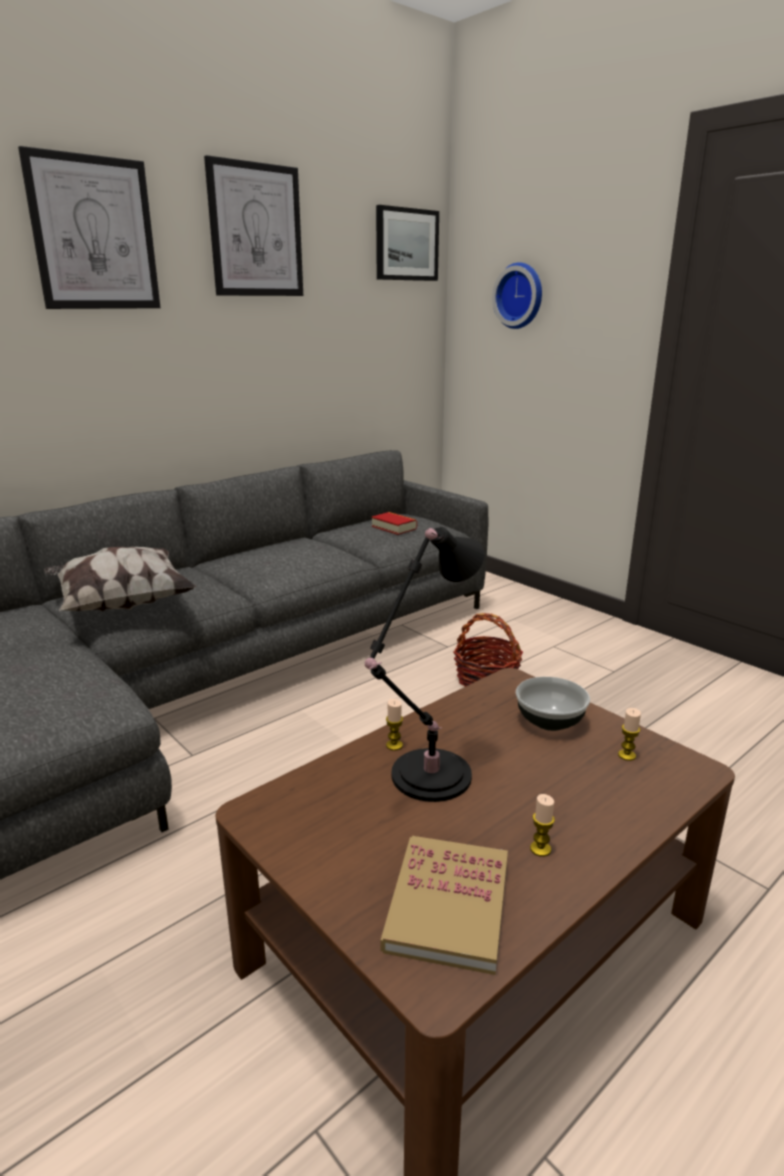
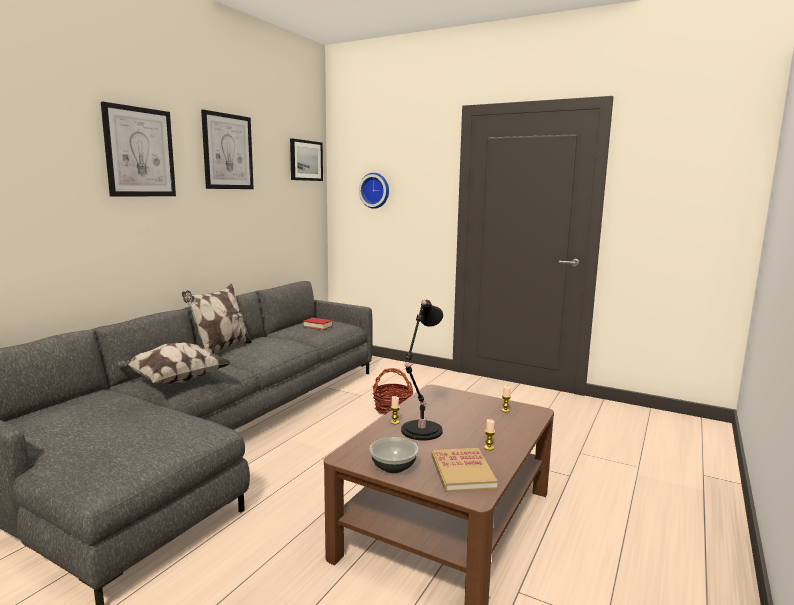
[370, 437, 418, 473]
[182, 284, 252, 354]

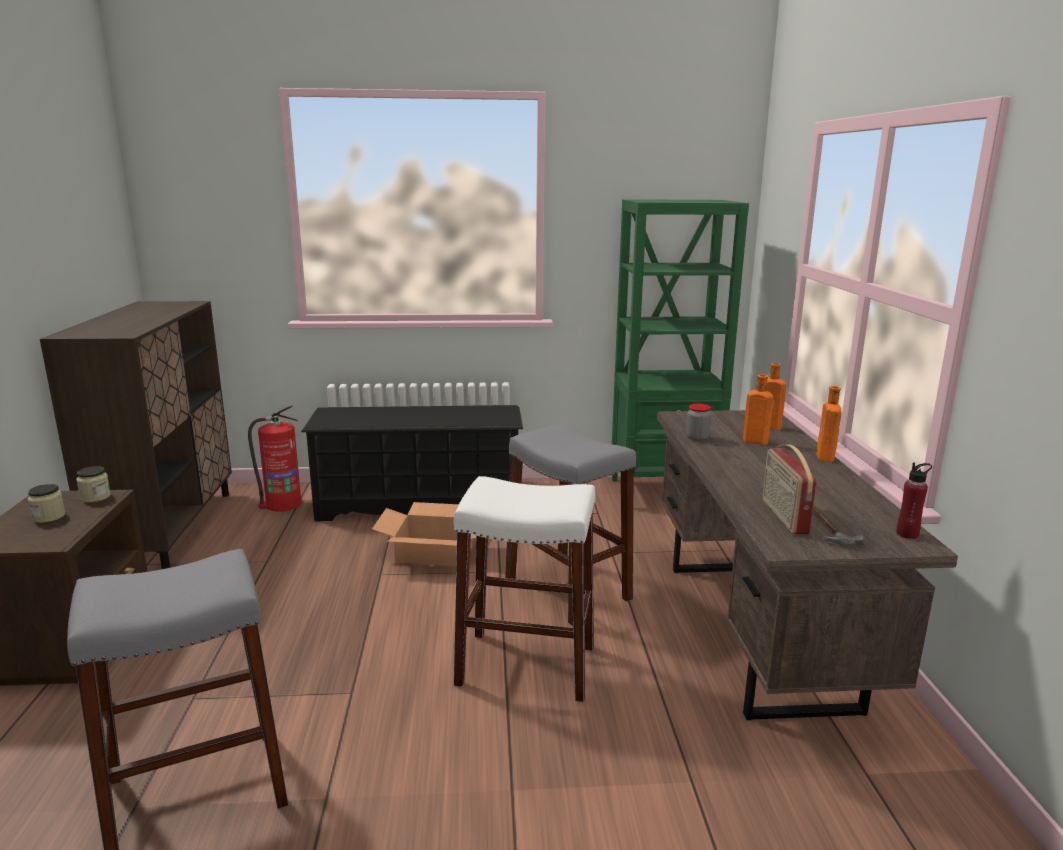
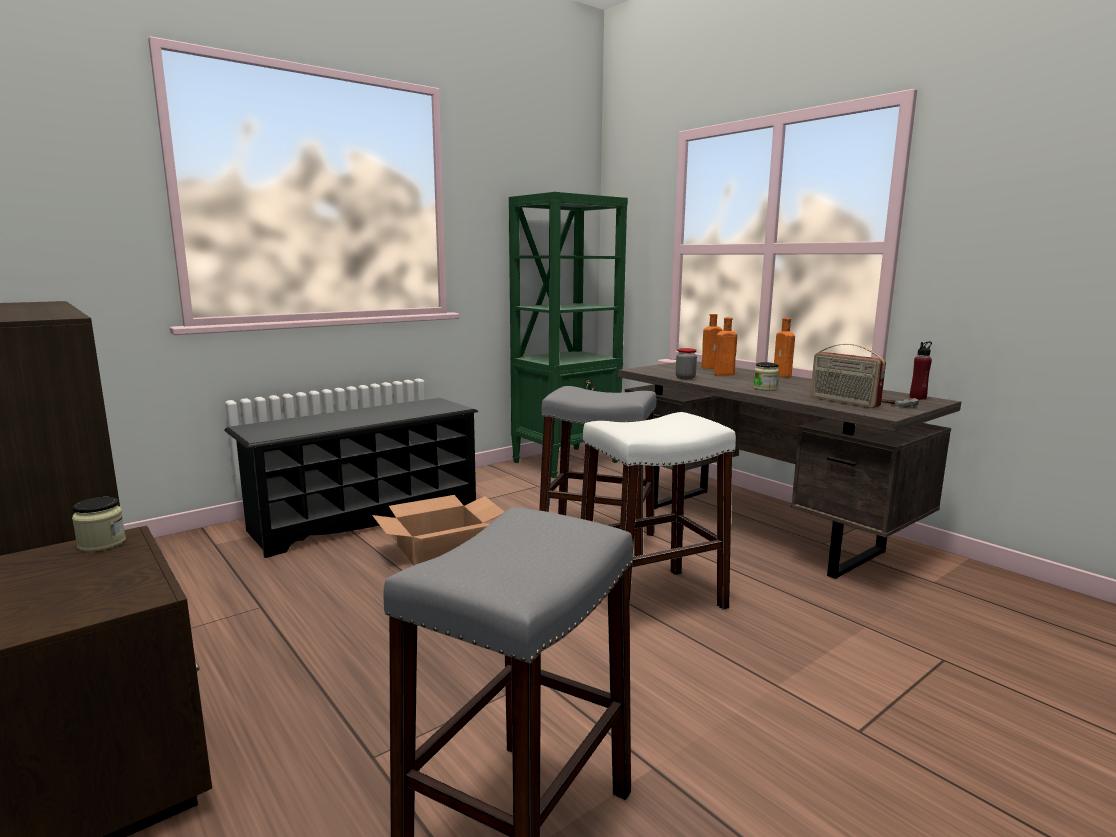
[248, 405, 302, 512] (first image)
[753, 362, 779, 391]

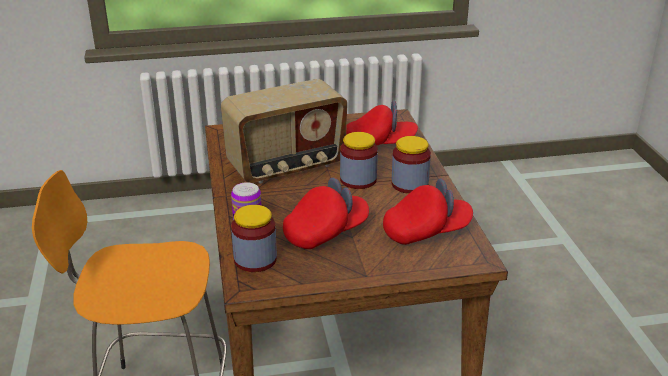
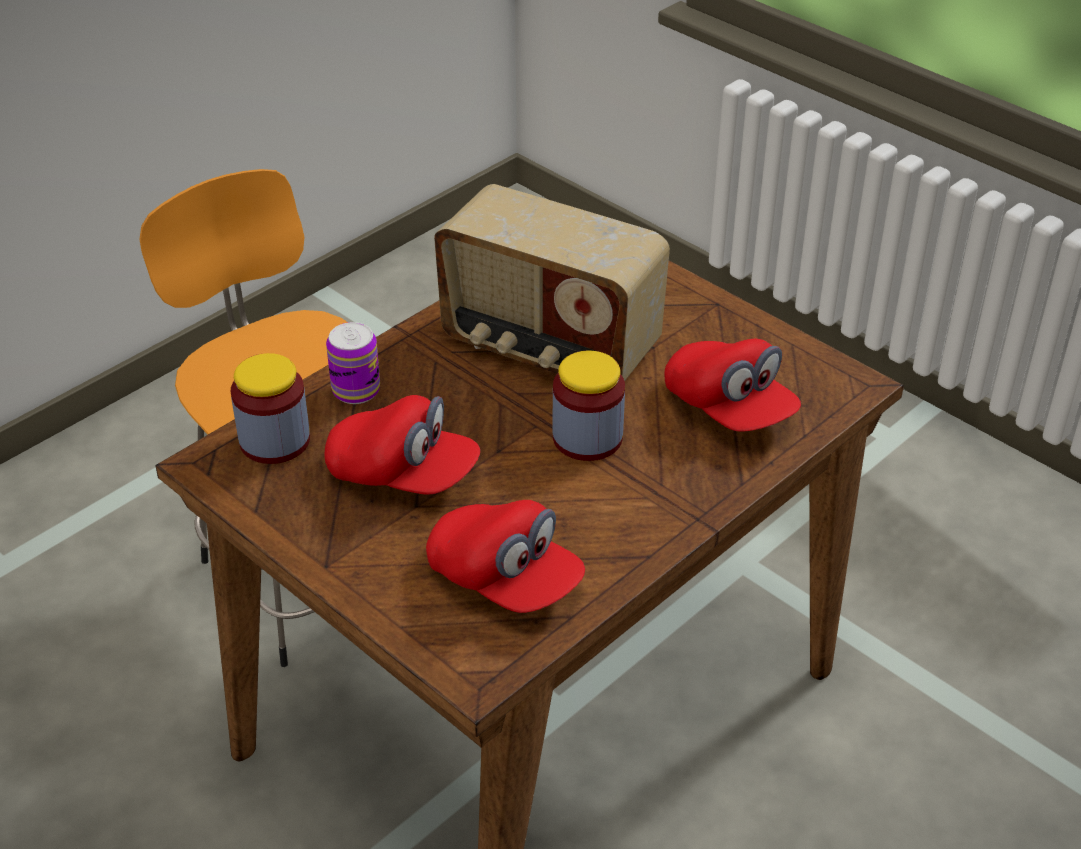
[392, 136, 431, 194] (first image)

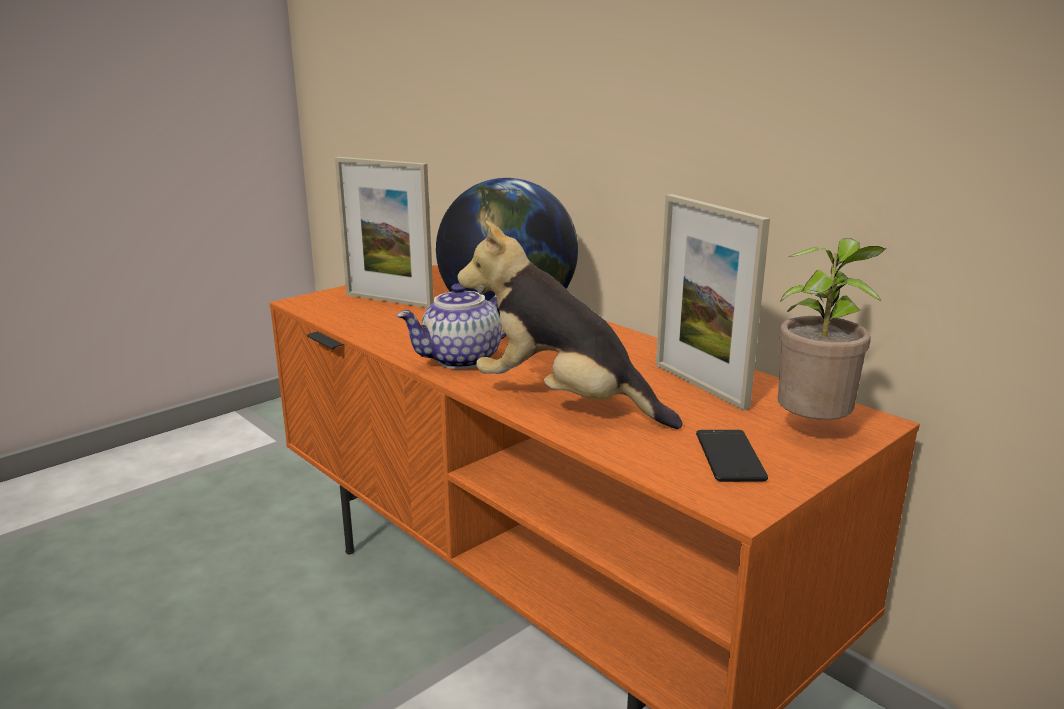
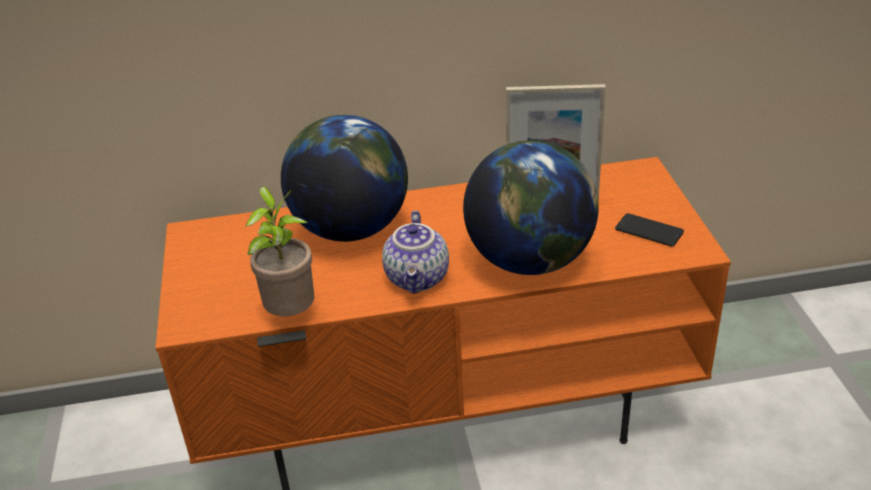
[335, 157, 434, 308] (first image)
[463, 140, 599, 275]
[246, 186, 315, 316]

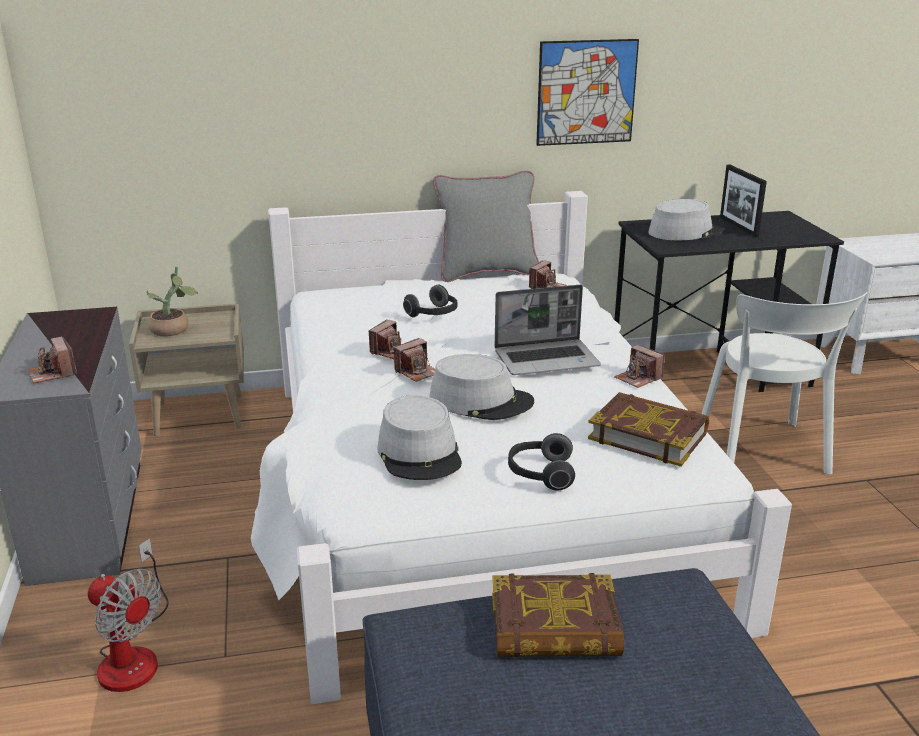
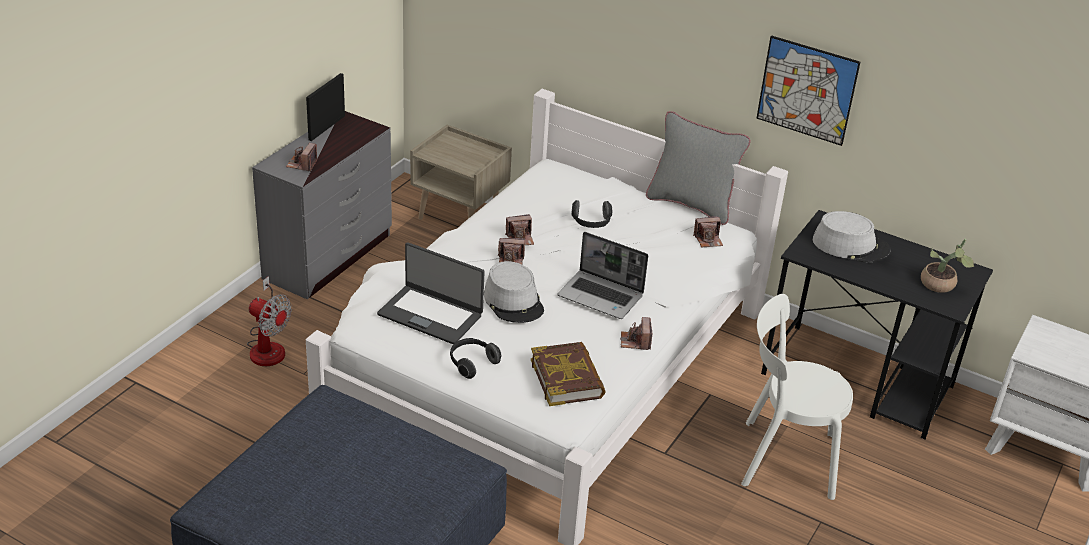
[306, 73, 345, 141]
[921, 239, 975, 293]
[741, 294, 853, 500]
[377, 242, 485, 344]
[247, 276, 292, 366]
[492, 573, 624, 657] (first image)

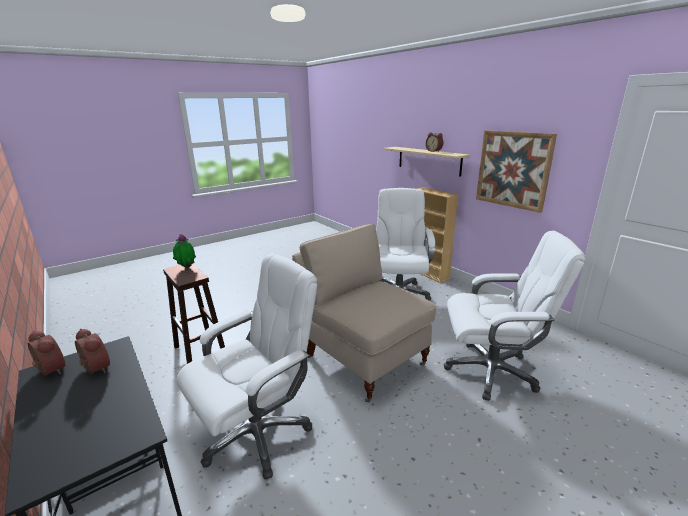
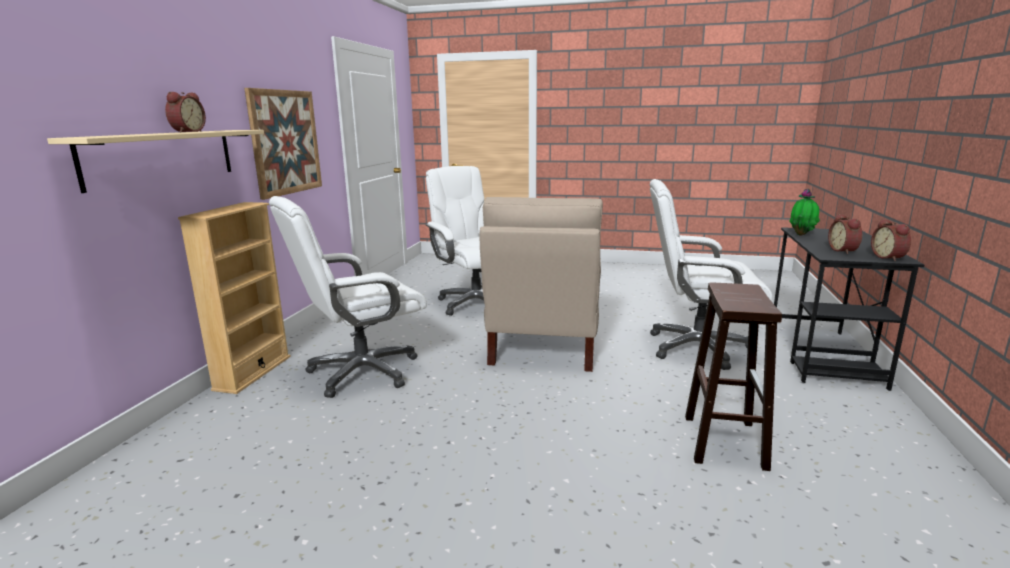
[789, 189, 820, 236]

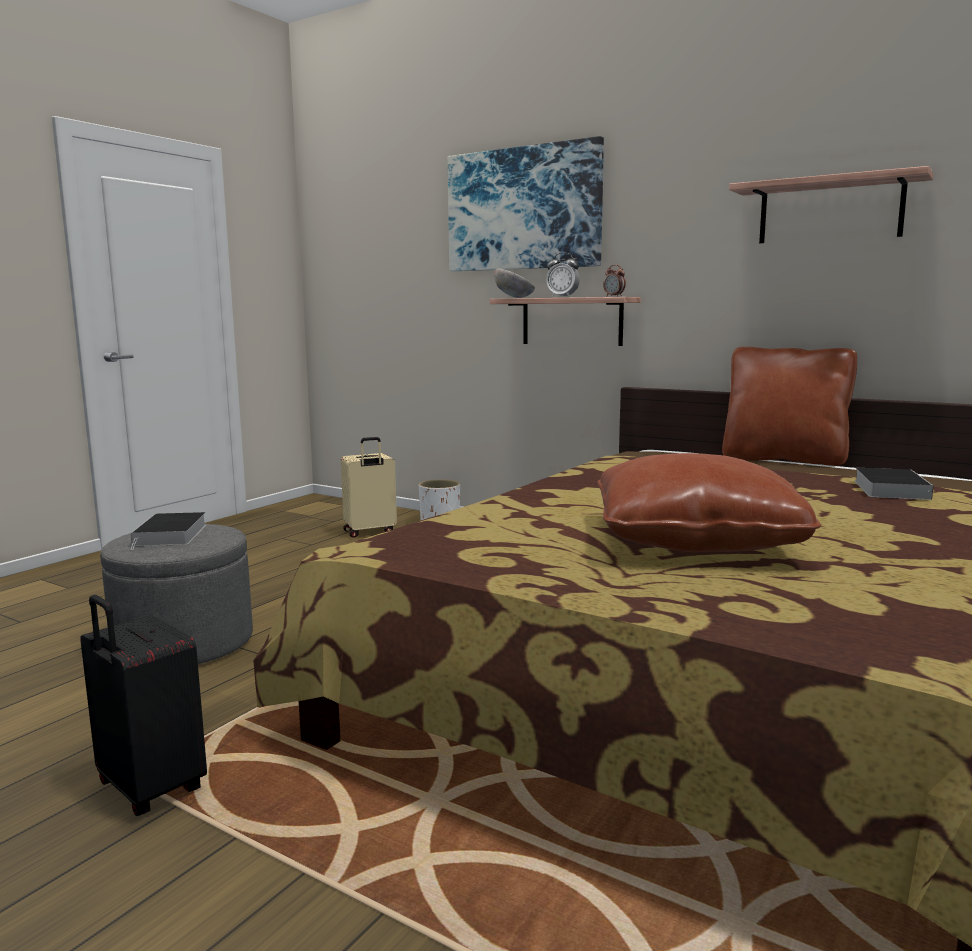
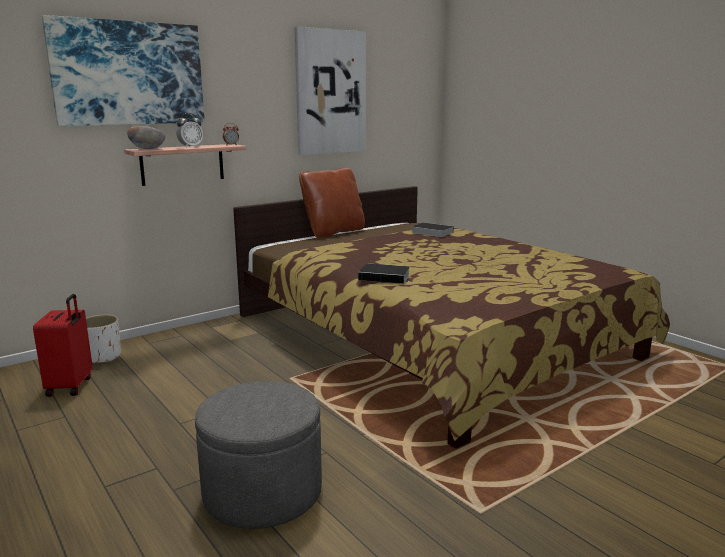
[294, 26, 366, 155]
[33, 294, 93, 397]
[597, 453, 821, 552] (first image)
[358, 263, 412, 284]
[80, 595, 207, 816] (first image)

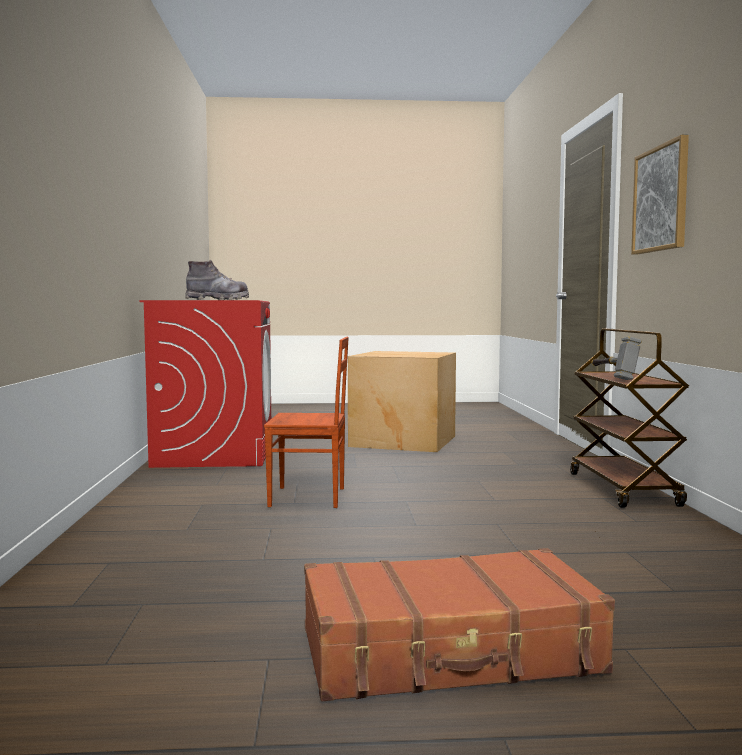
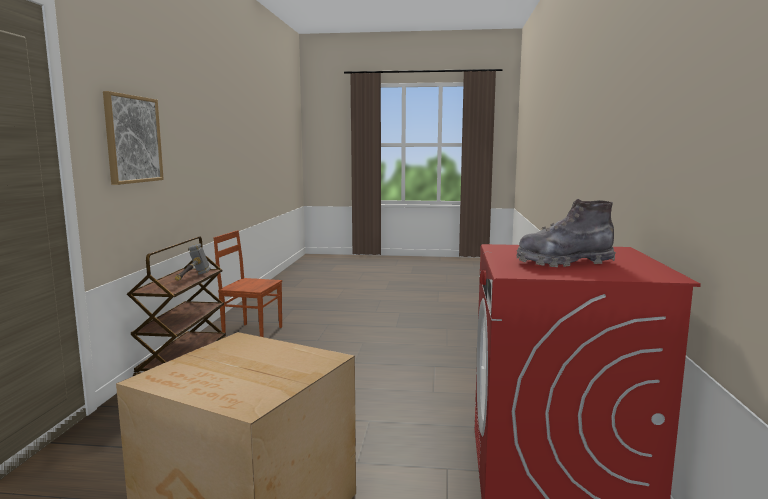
[214, 230, 282, 337]
[304, 548, 615, 701] (first image)

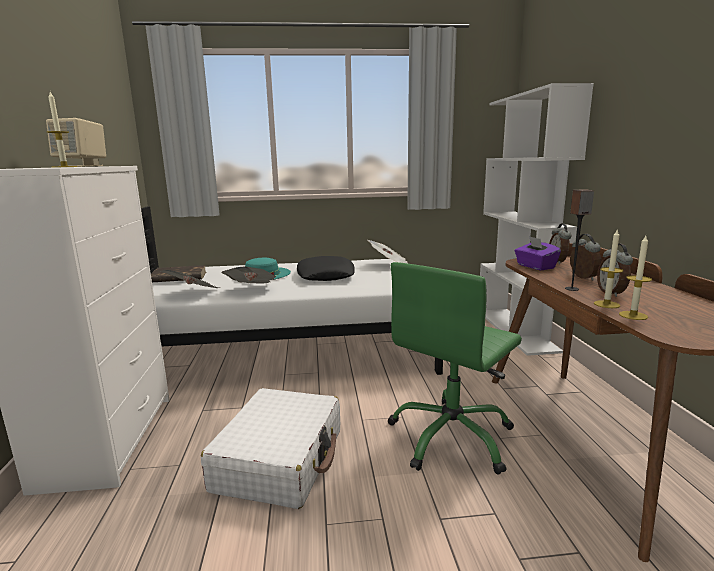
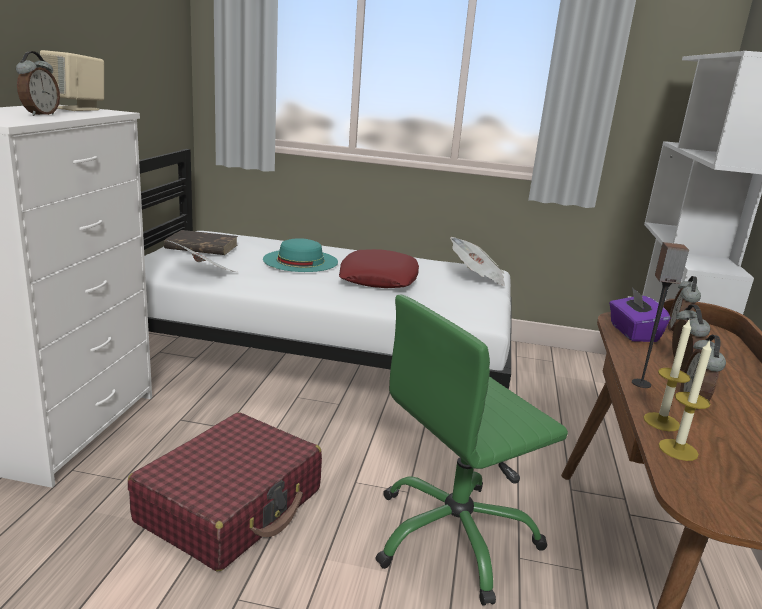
[16, 51, 60, 116]
[339, 249, 419, 288]
[221, 267, 276, 284] (first image)
[128, 412, 322, 572]

